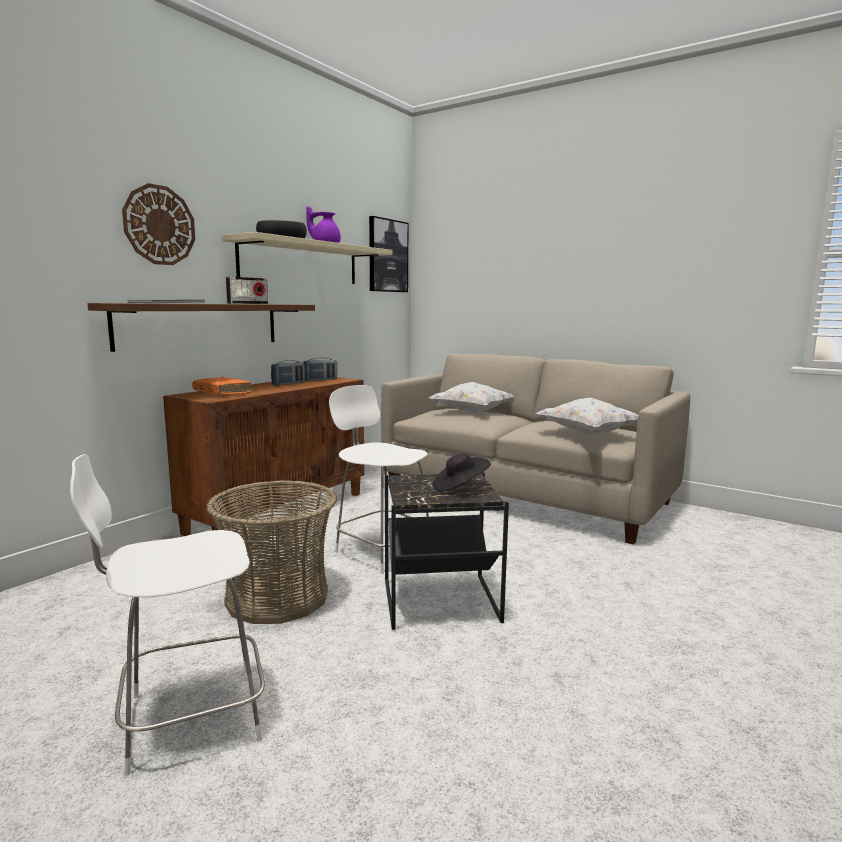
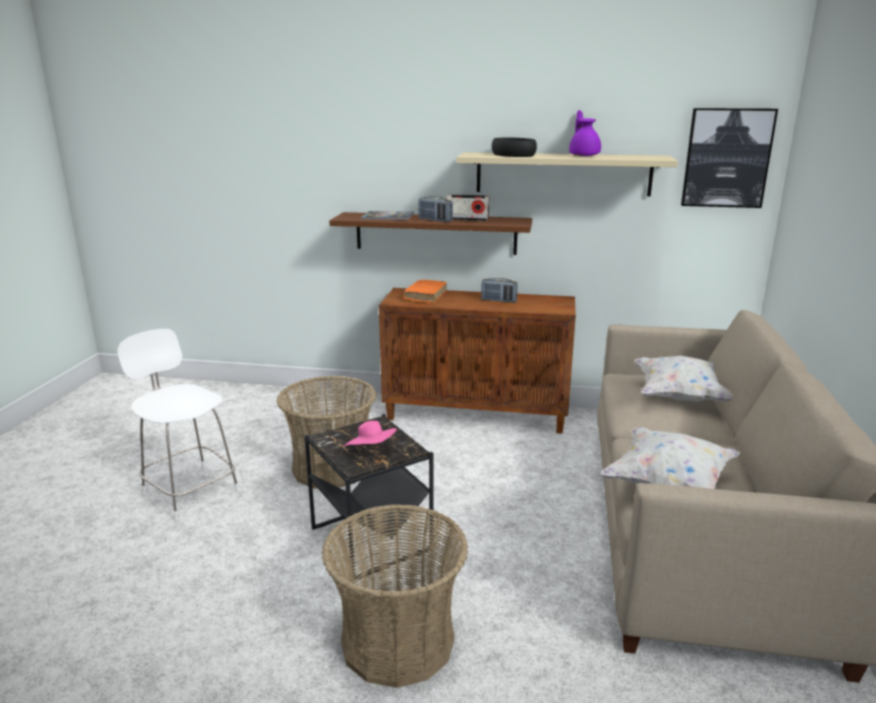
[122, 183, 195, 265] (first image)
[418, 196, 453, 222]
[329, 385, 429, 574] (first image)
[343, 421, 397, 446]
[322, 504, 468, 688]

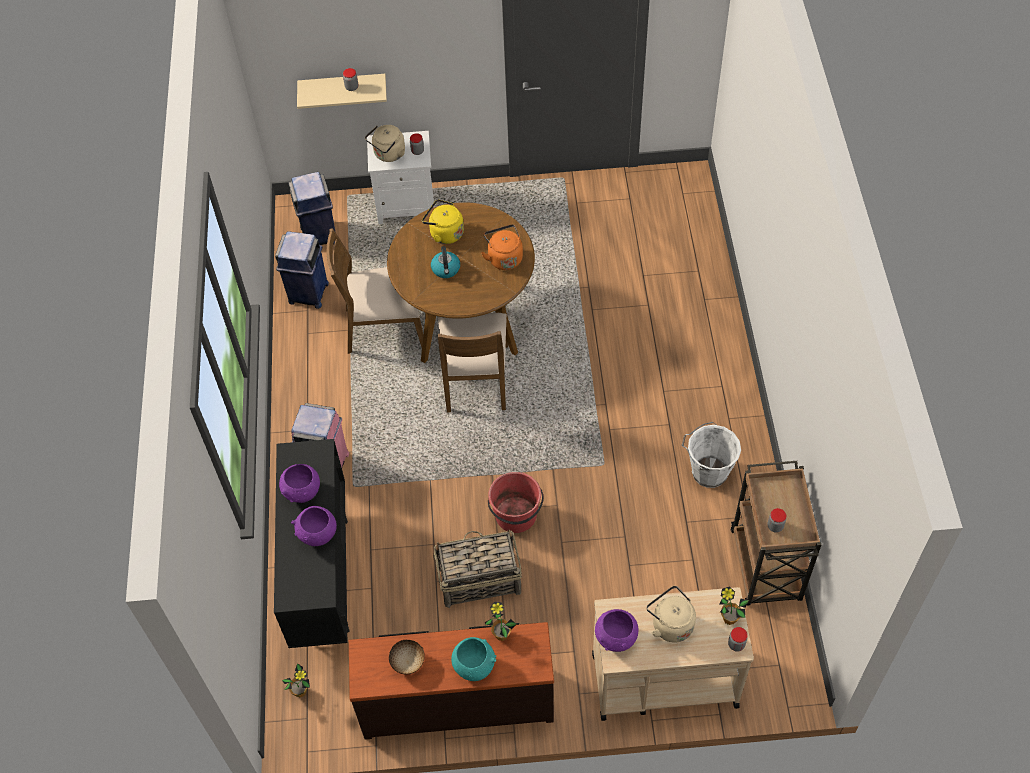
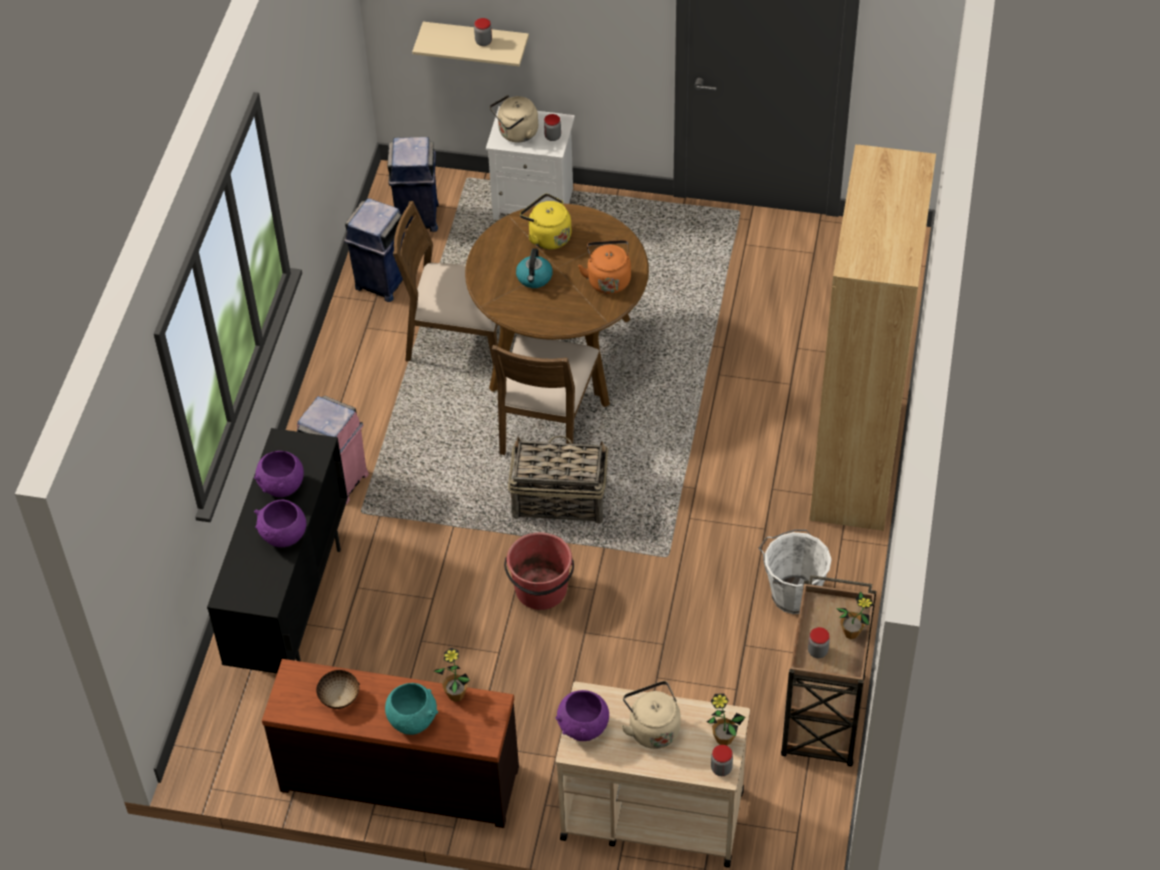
[508, 436, 608, 524]
[836, 591, 873, 639]
[810, 144, 936, 531]

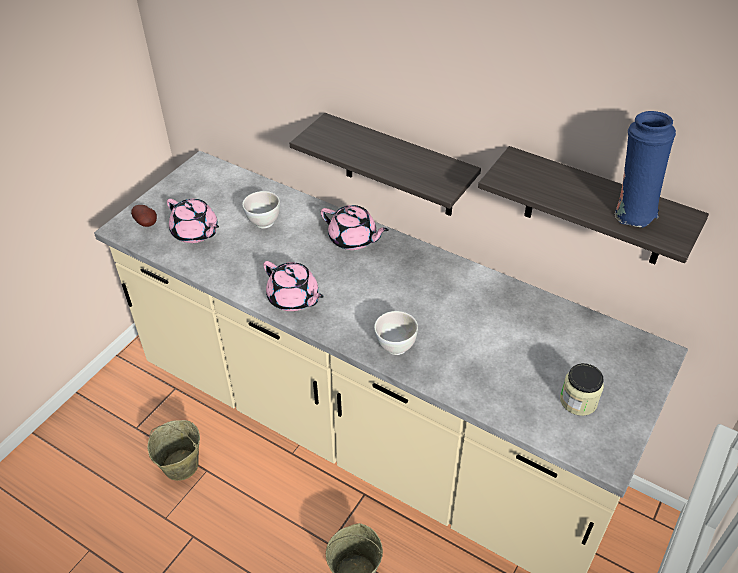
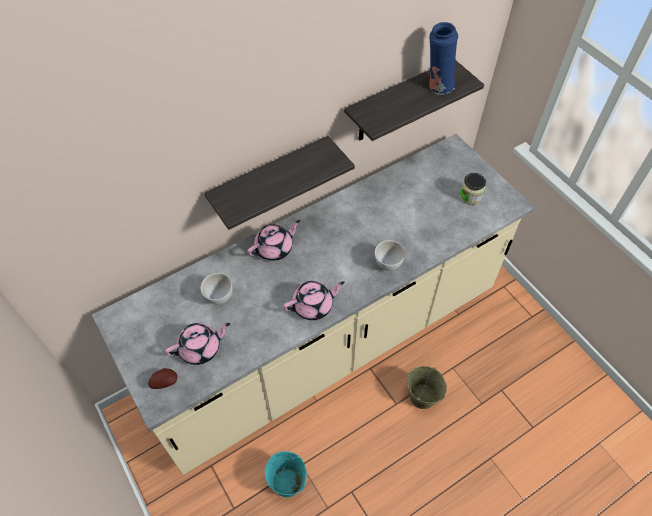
[265, 451, 307, 497]

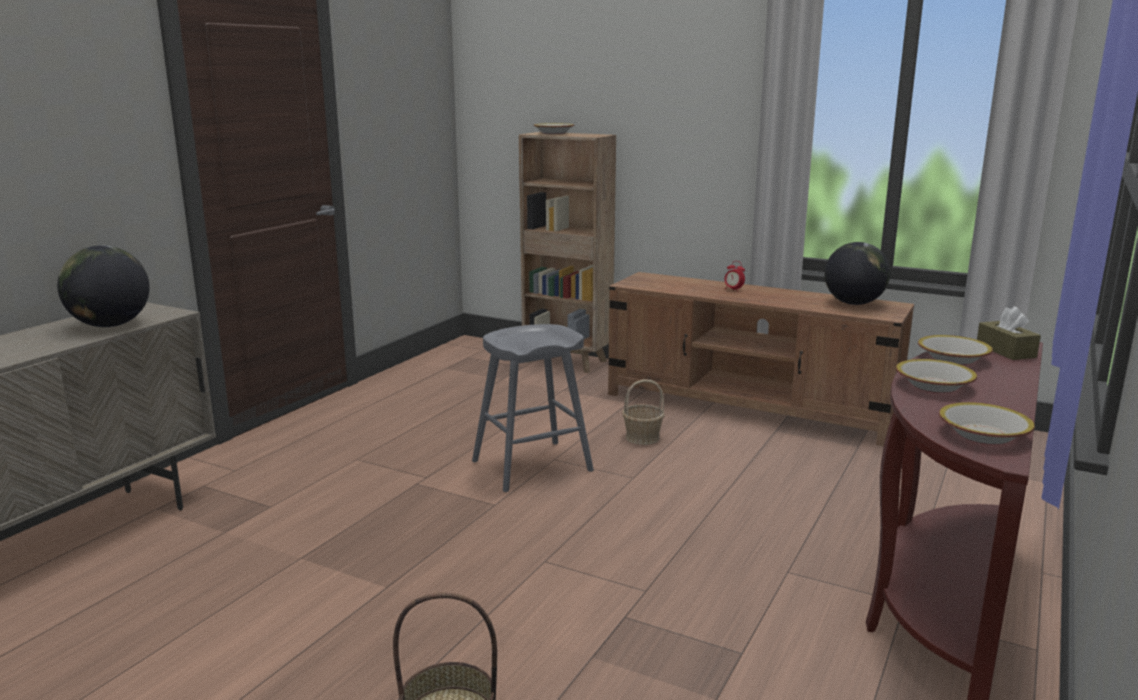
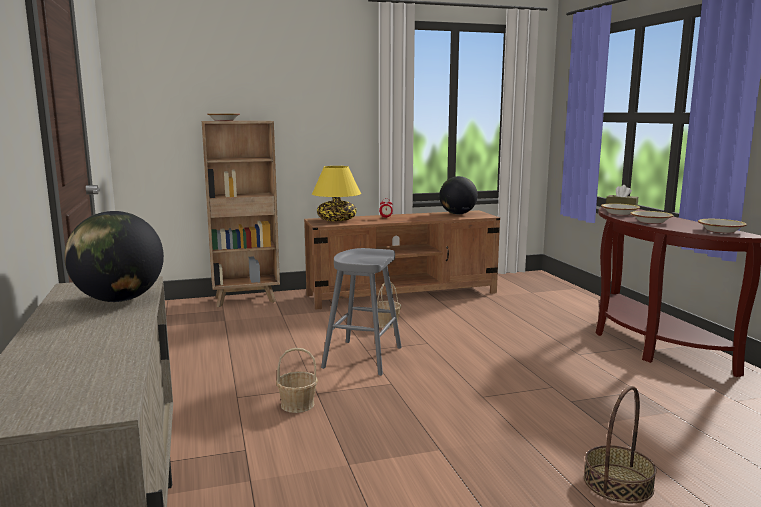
[312, 166, 361, 221]
[276, 348, 318, 413]

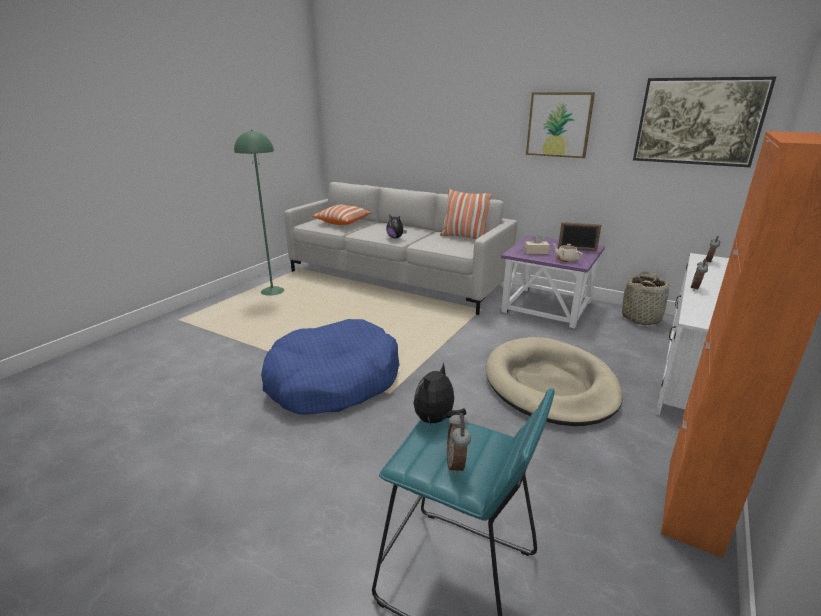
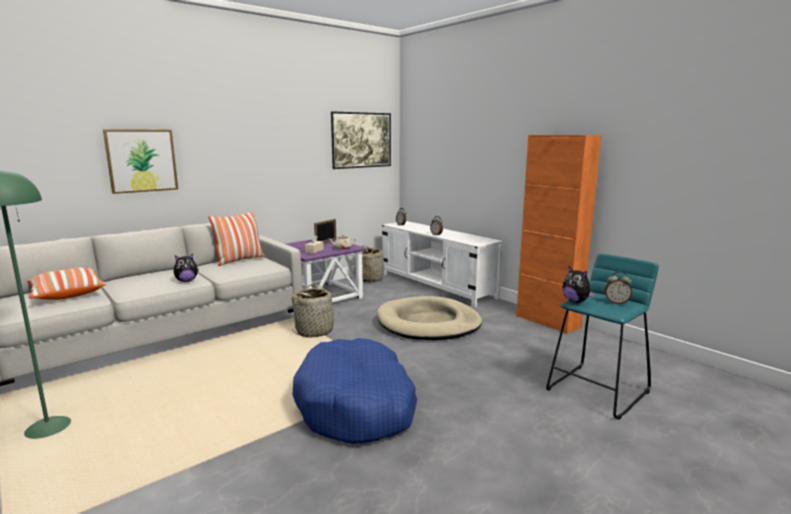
[103, 129, 178, 194]
[292, 284, 340, 337]

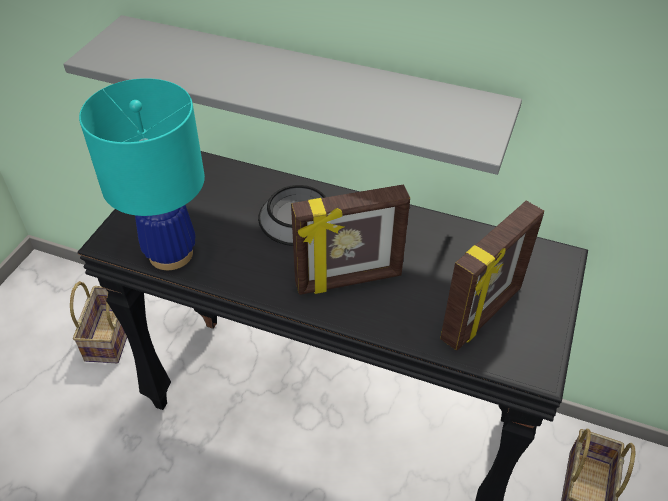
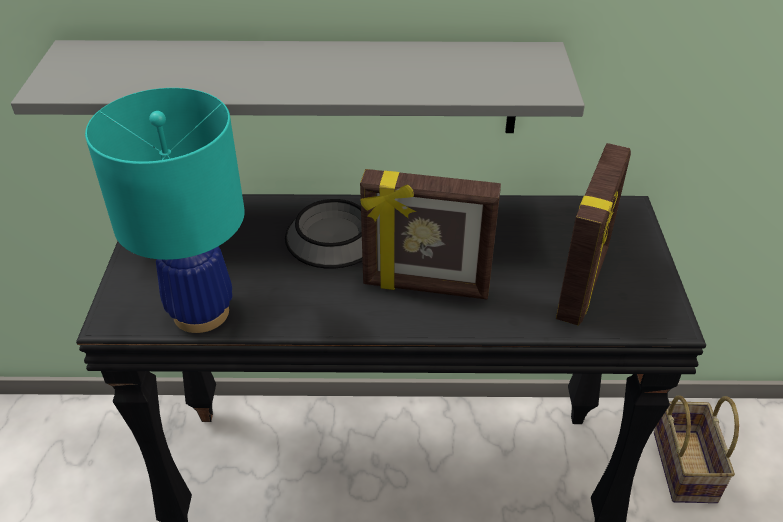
[360, 169, 501, 299]
[70, 281, 127, 363] (first image)

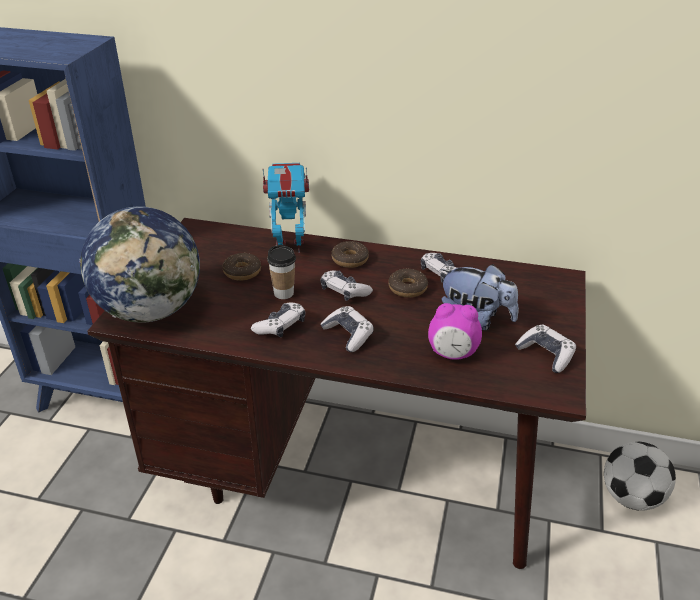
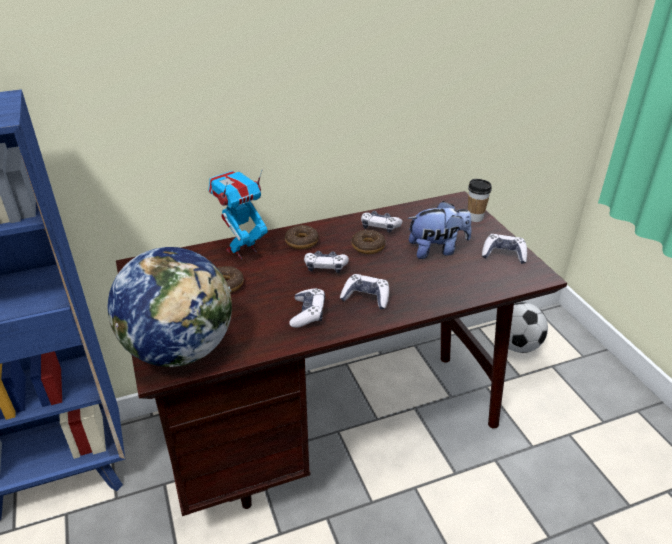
[468, 179, 492, 222]
[428, 303, 482, 360] (first image)

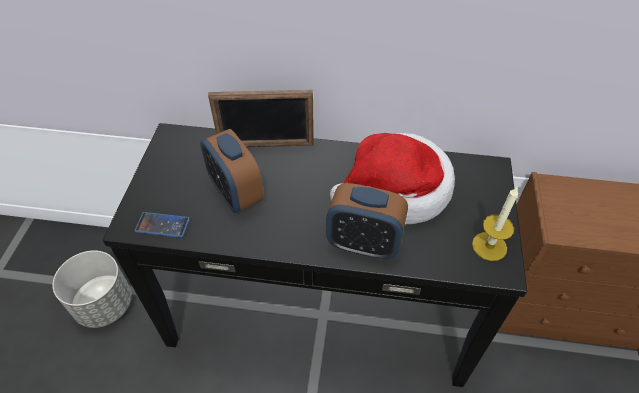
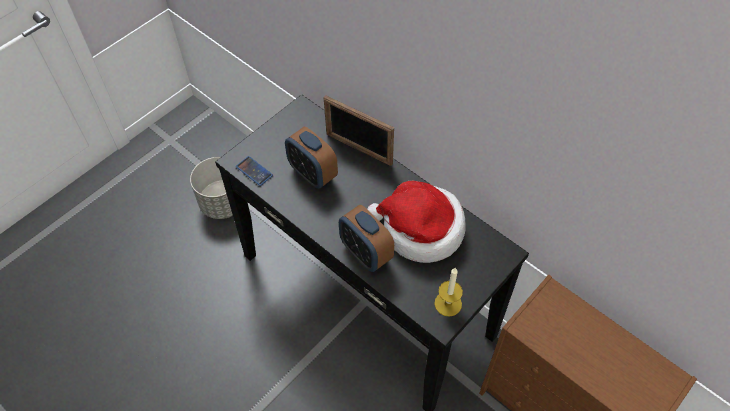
[285, 127, 338, 189]

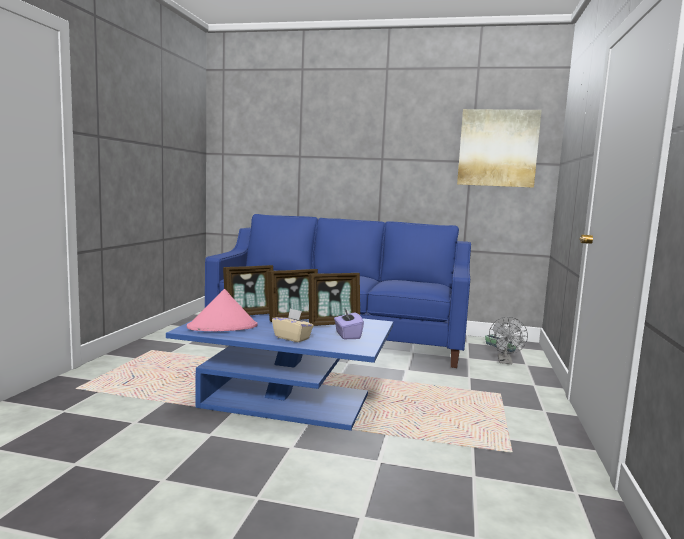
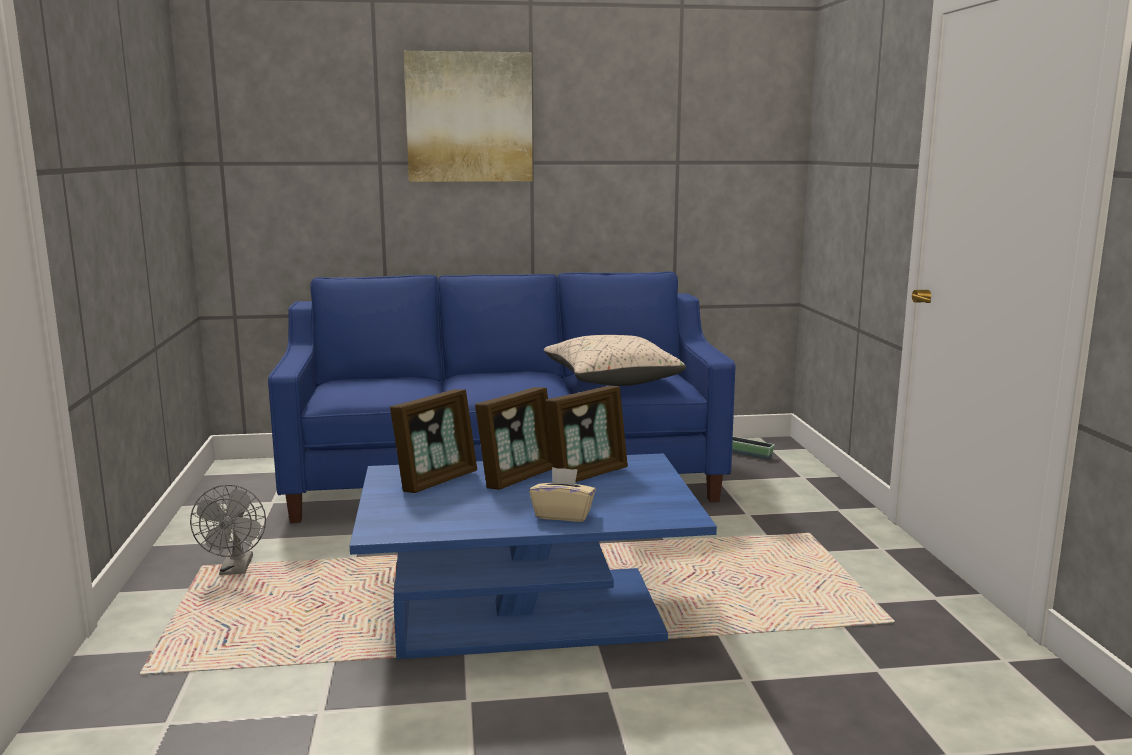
[404, 51, 533, 182]
[187, 289, 258, 331] (first image)
[334, 309, 364, 339] (first image)
[190, 484, 266, 575]
[544, 335, 686, 386]

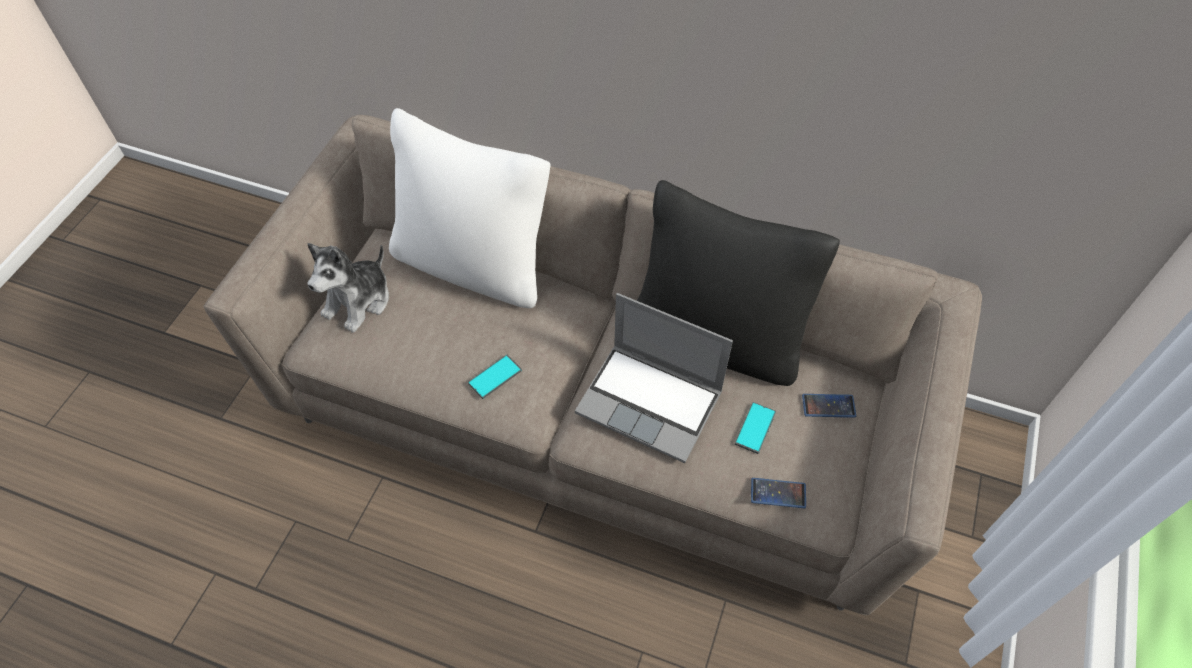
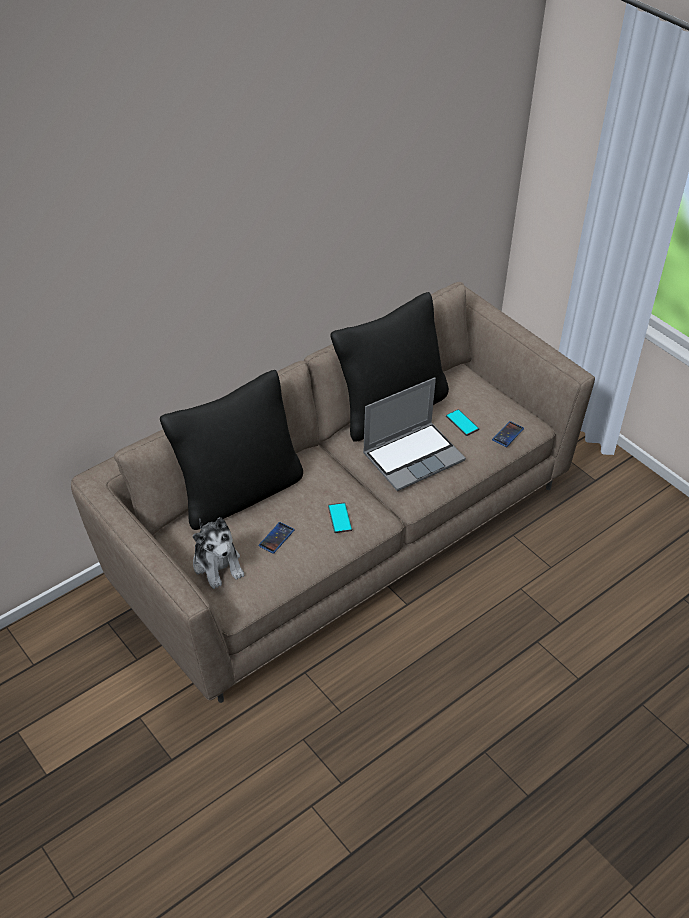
[160, 370, 303, 530]
[259, 522, 295, 554]

